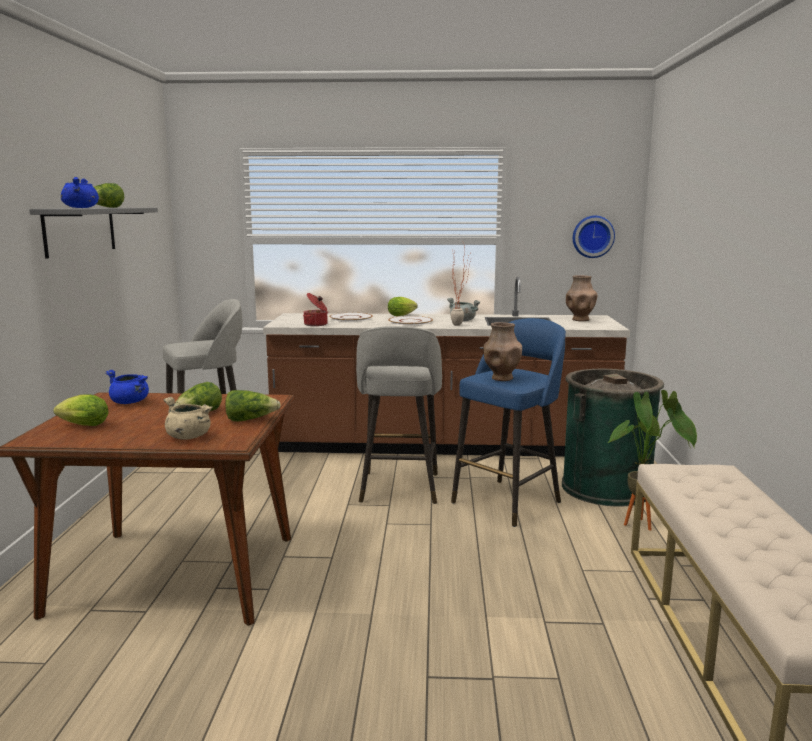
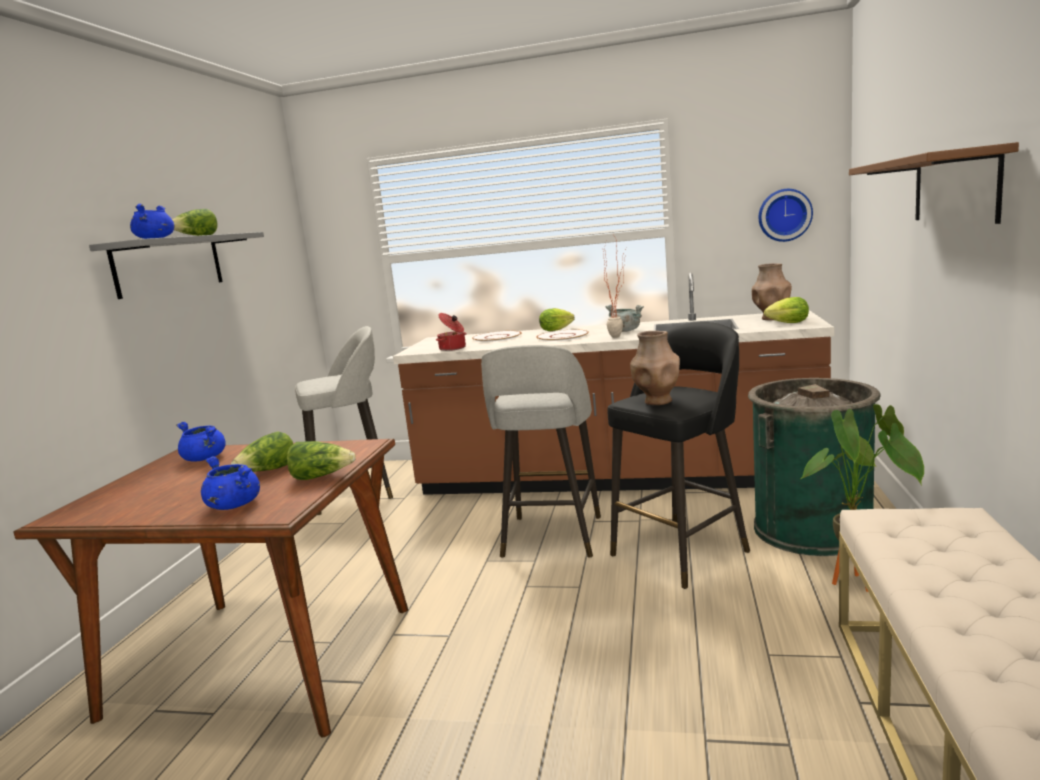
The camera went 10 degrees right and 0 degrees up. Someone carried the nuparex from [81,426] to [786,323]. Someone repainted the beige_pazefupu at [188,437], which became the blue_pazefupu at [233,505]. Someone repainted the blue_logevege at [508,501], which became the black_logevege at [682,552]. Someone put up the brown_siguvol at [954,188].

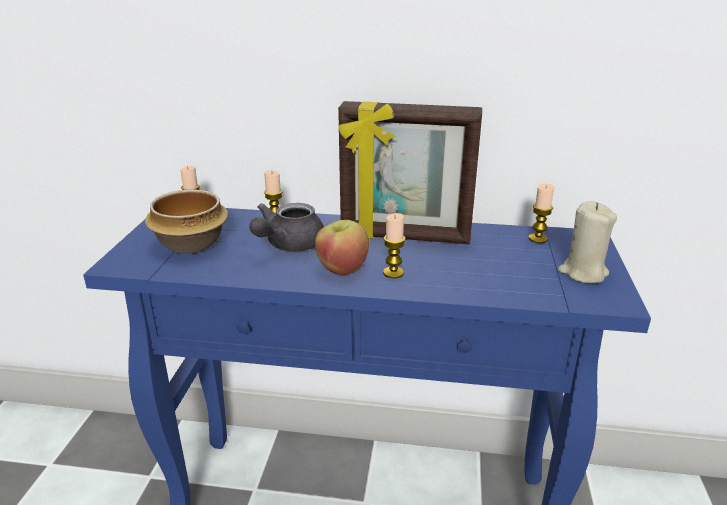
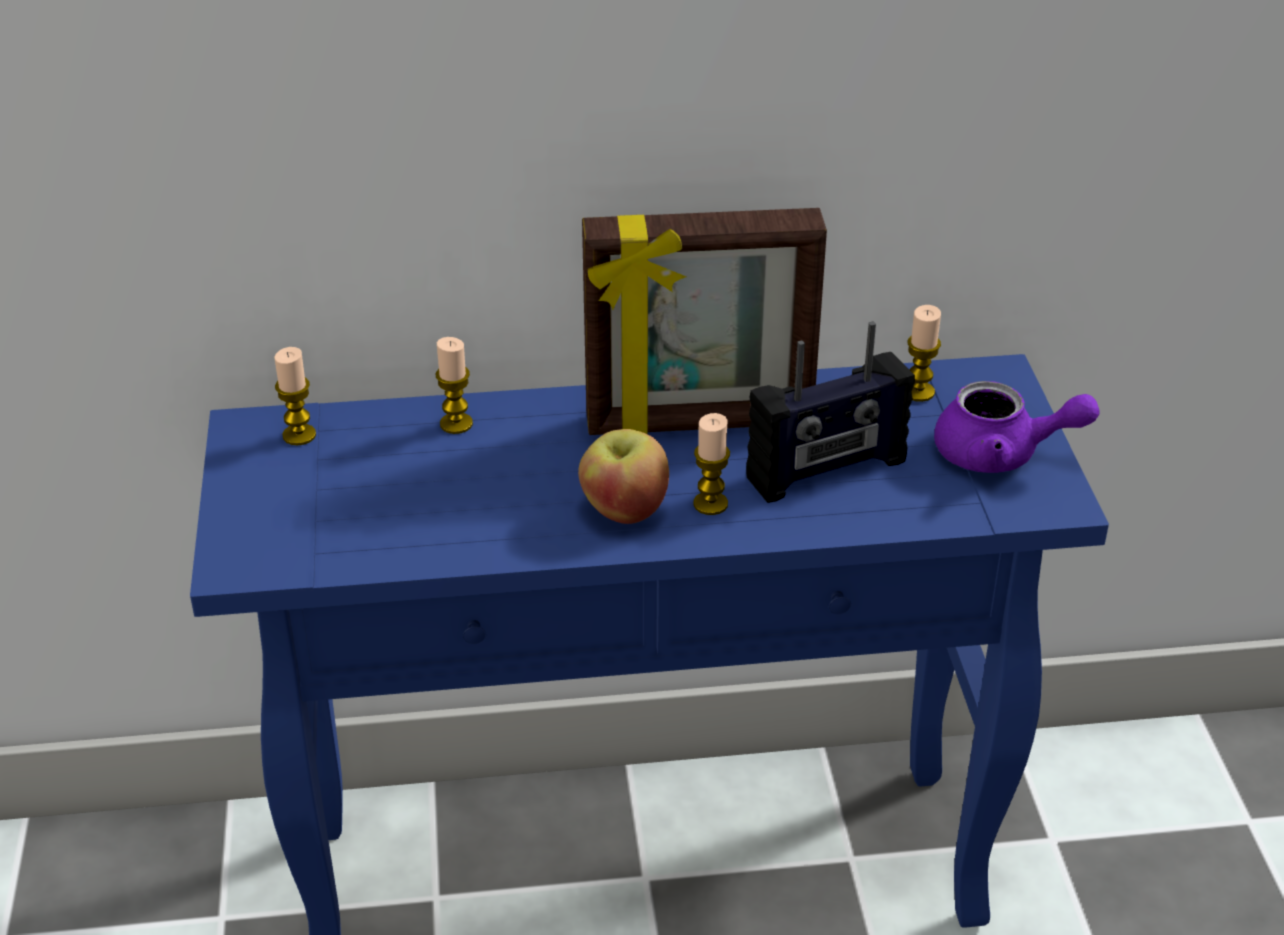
The camera went 15 degrees left and 10 degrees up. Someone took away the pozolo at [191,243]. Someone took away the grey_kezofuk at [288,245]. Someone swapped the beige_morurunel at [582,273] for the purple_kezofuk at [1001,454]. Someone put down the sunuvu at [827,471].

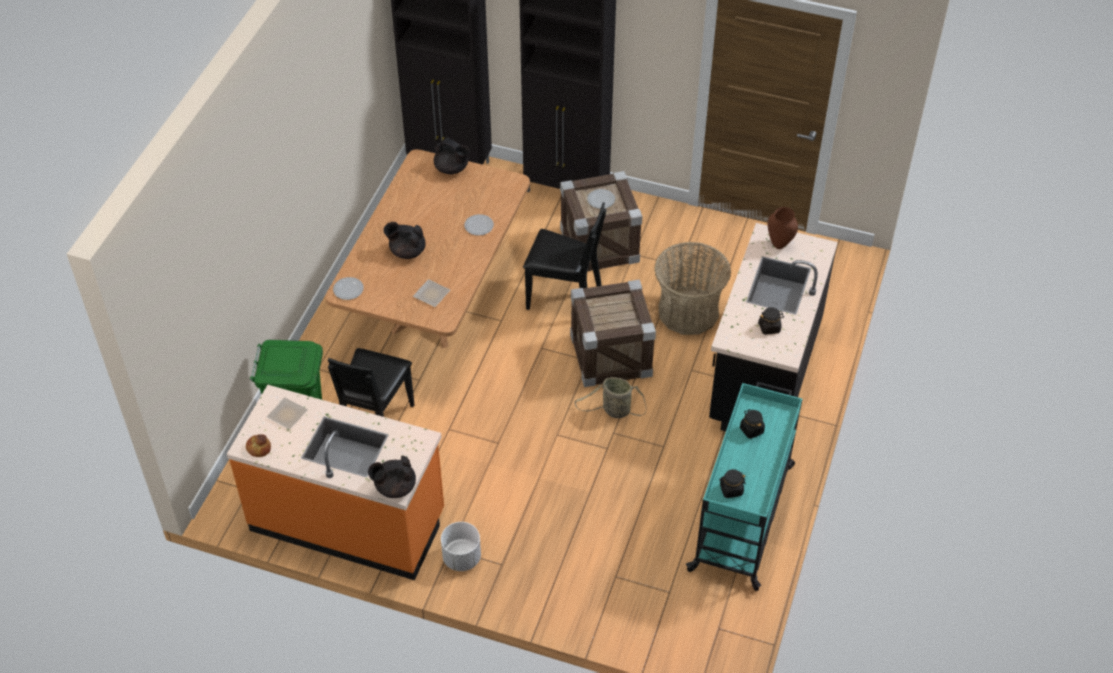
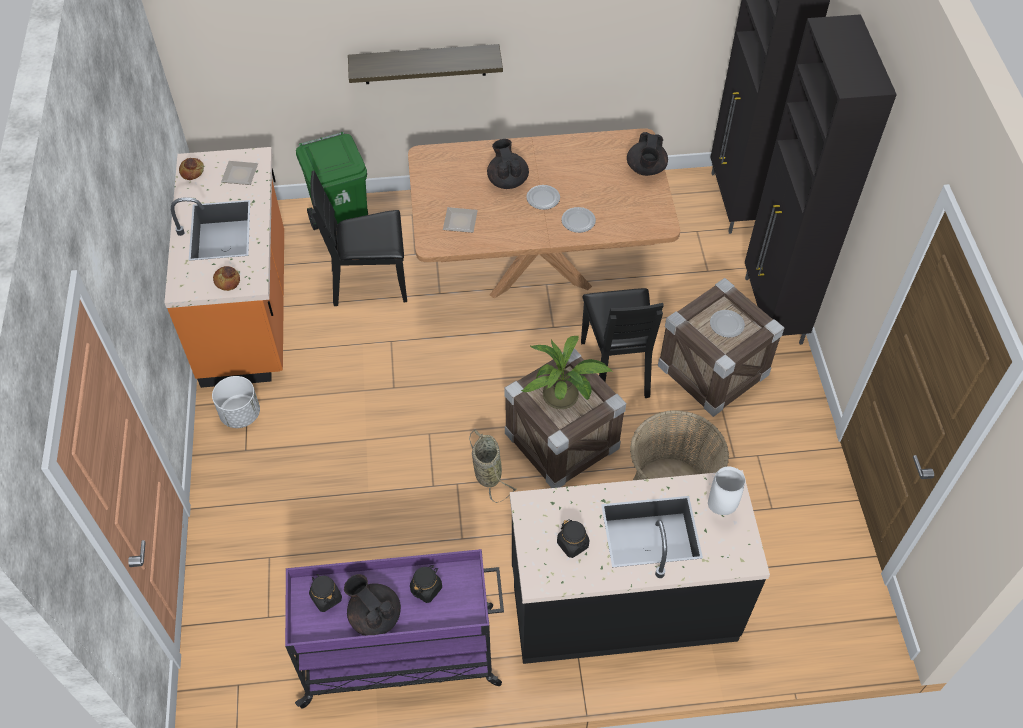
The camera went 65 degrees right and 5 degrees up. Someone carried the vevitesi from [348,290] to [542,198]. Someone carried the black_kezofuk from [394,487] to [374,616]. Someone repainted the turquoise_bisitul at [742,516], which became the purple_bisitul at [402,655]. Someone repainted the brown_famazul at [780,244], which became the white_famazul at [721,509]. Someone put down the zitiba at [227,281]. Someone put up the siguvol at [424,64]. Someone put down the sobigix at [565,398].

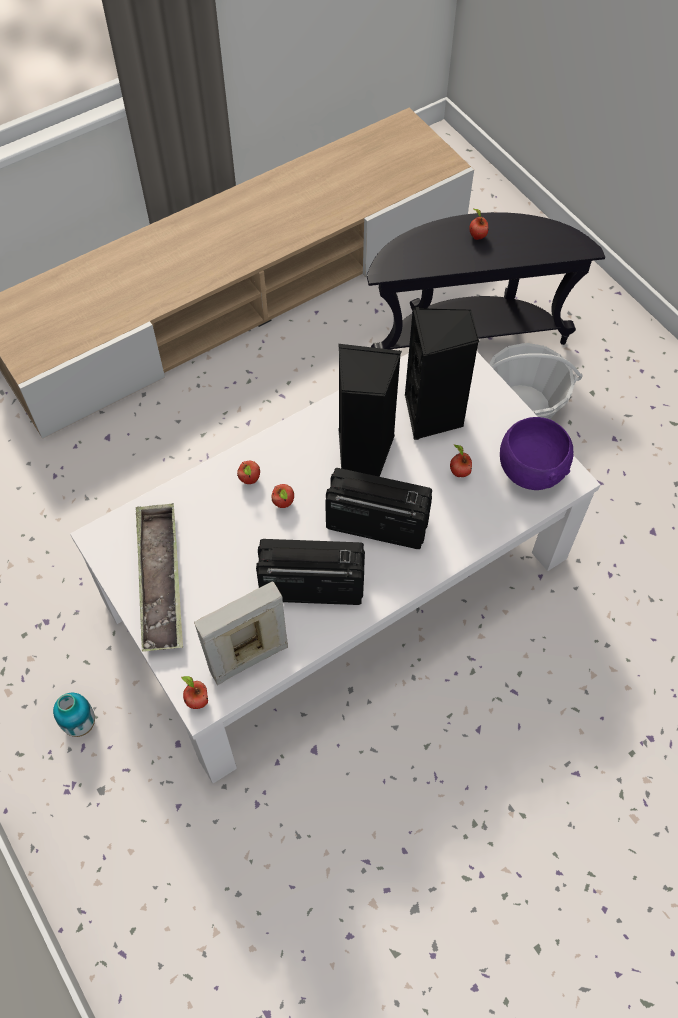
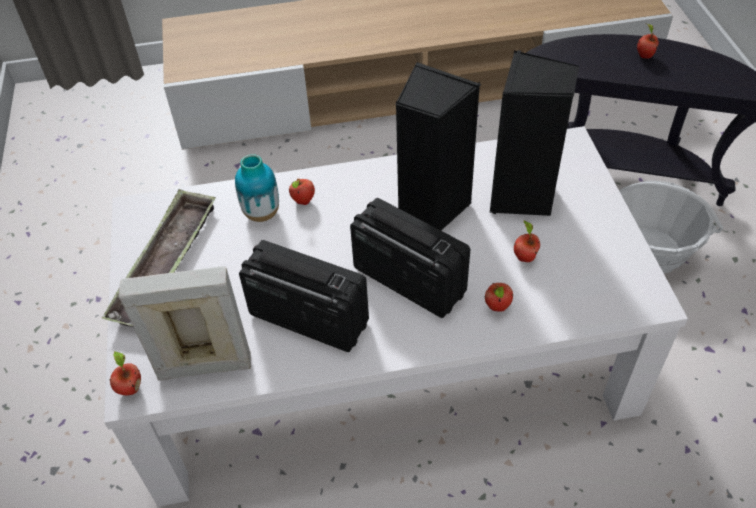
The camera went 25 degrees right and 10 degrees down. Someone carried the famazul from [80,724] to [262,213]. Someone carried the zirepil from [284,504] to [498,307]. Someone took away the purple_pozolo at [530,469].

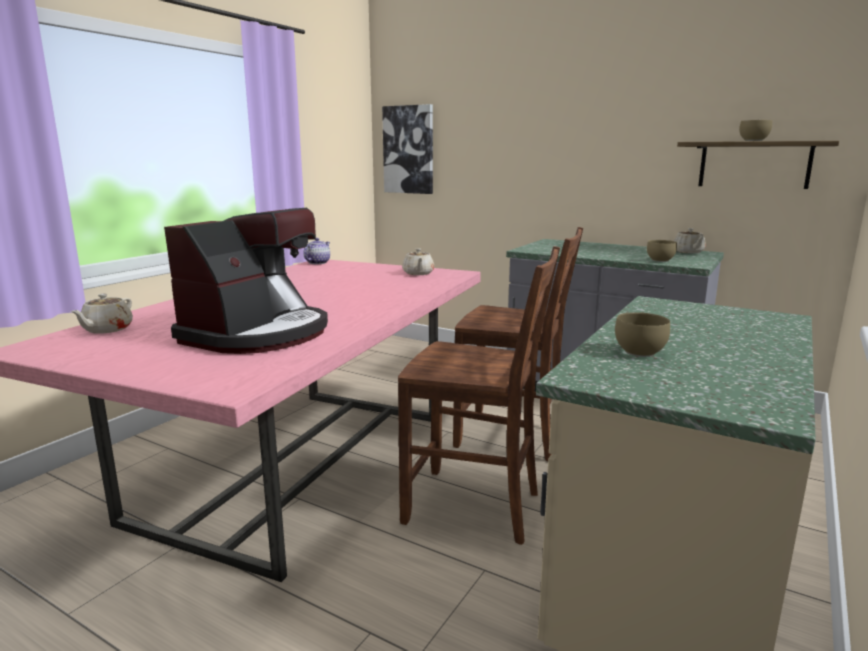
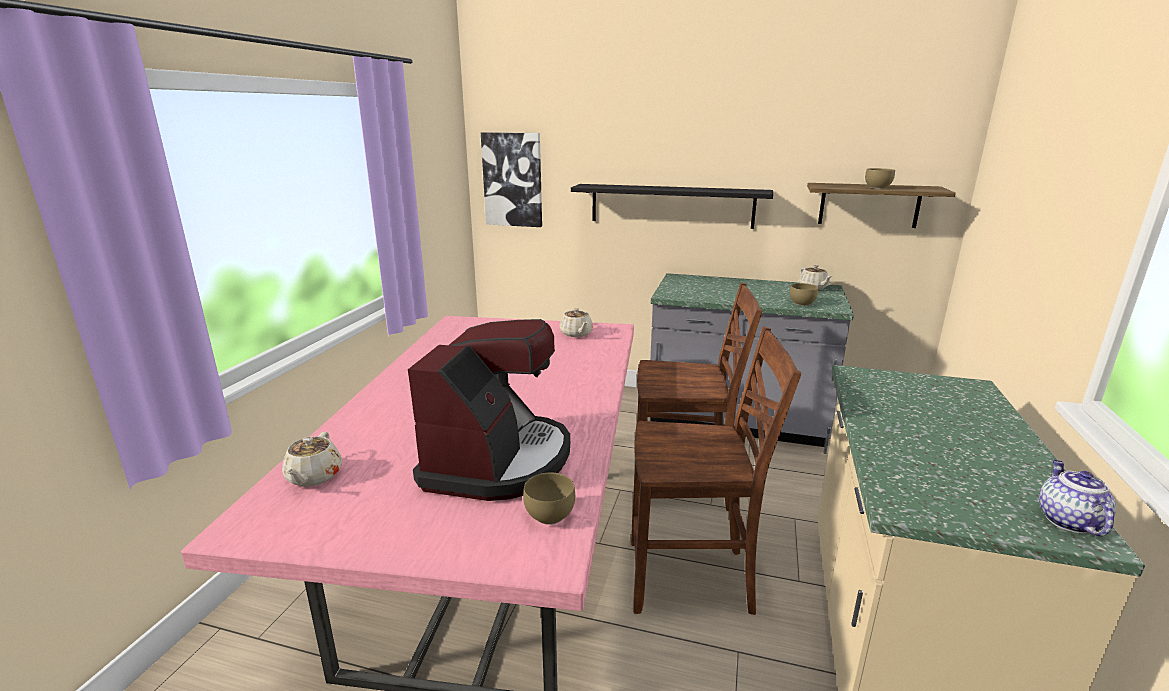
The camera went 15 degrees left and 5 degrees up. Someone carried the kezofuk from [318,262] to [1067,520]. Someone carried the brown_pozolo from [638,353] to [548,516]. Someone put up the black_siguvol at [671,205].

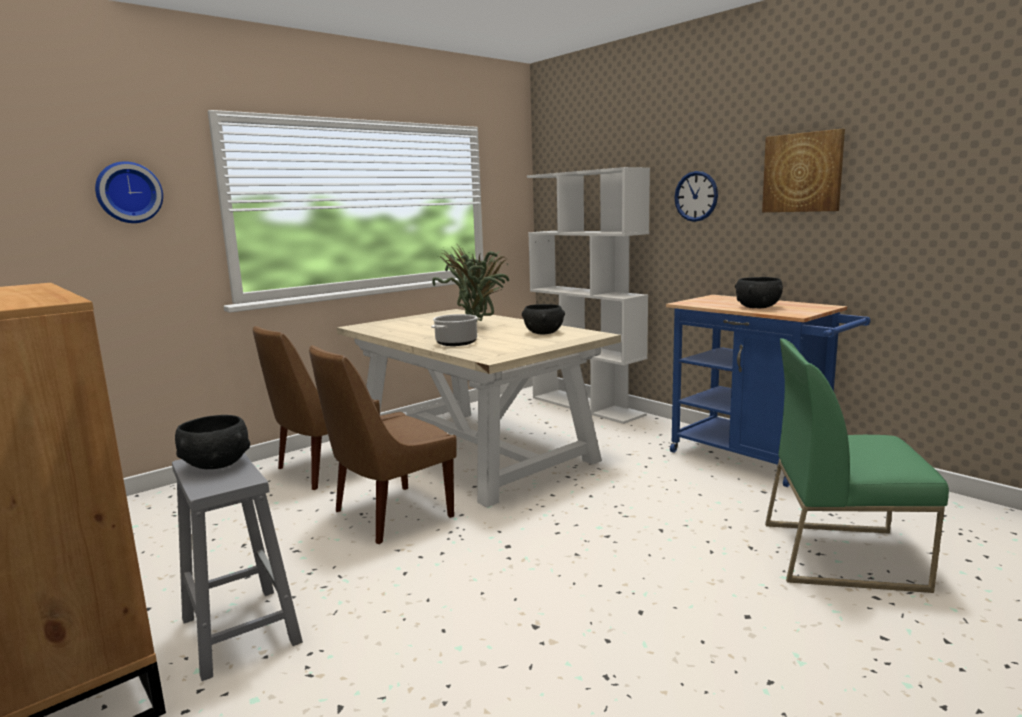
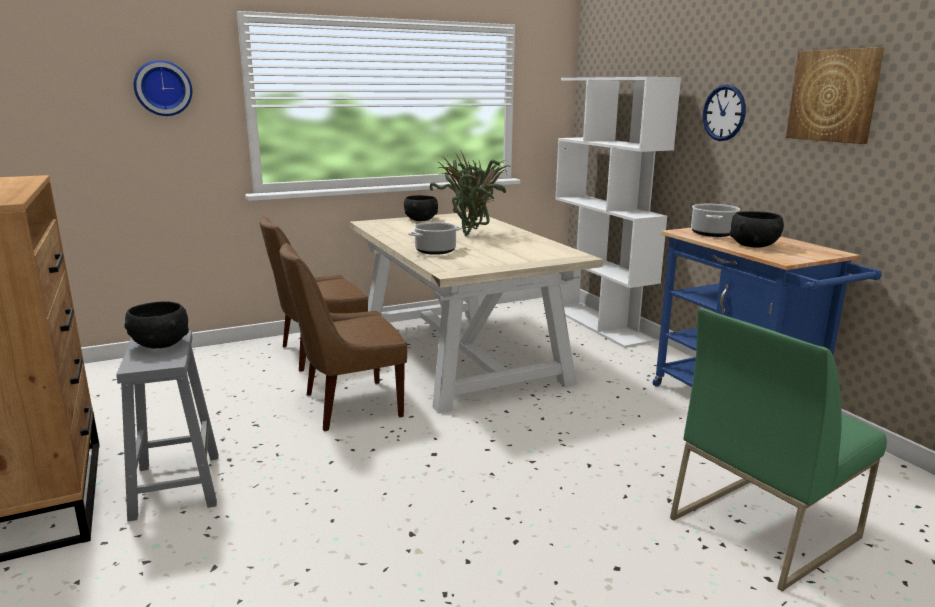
The camera went 15 degrees right and 5 degrees up. Someone carried the black_pozolo from [543,332] to [421,219]. Someone rotated the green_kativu at [842,554] by 60 degrees counterclockwise. Someone put down the pazefupu at [712,233].

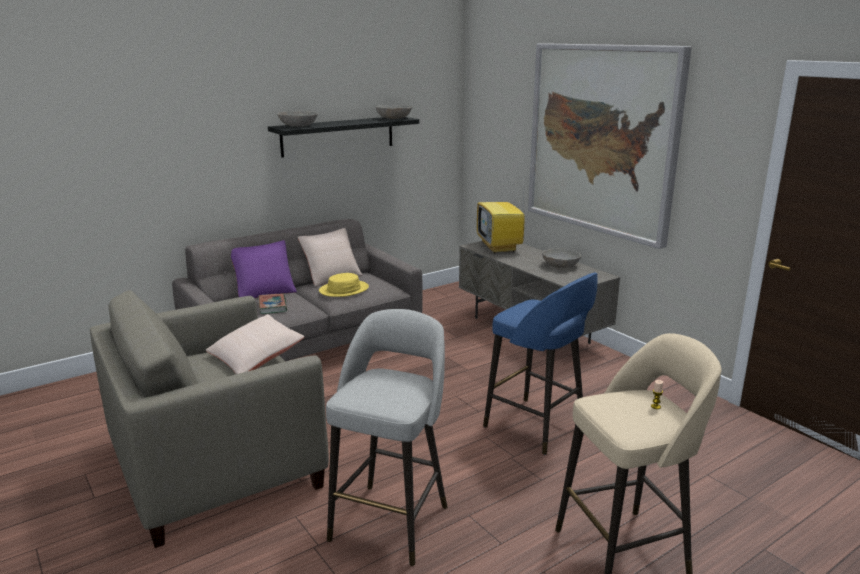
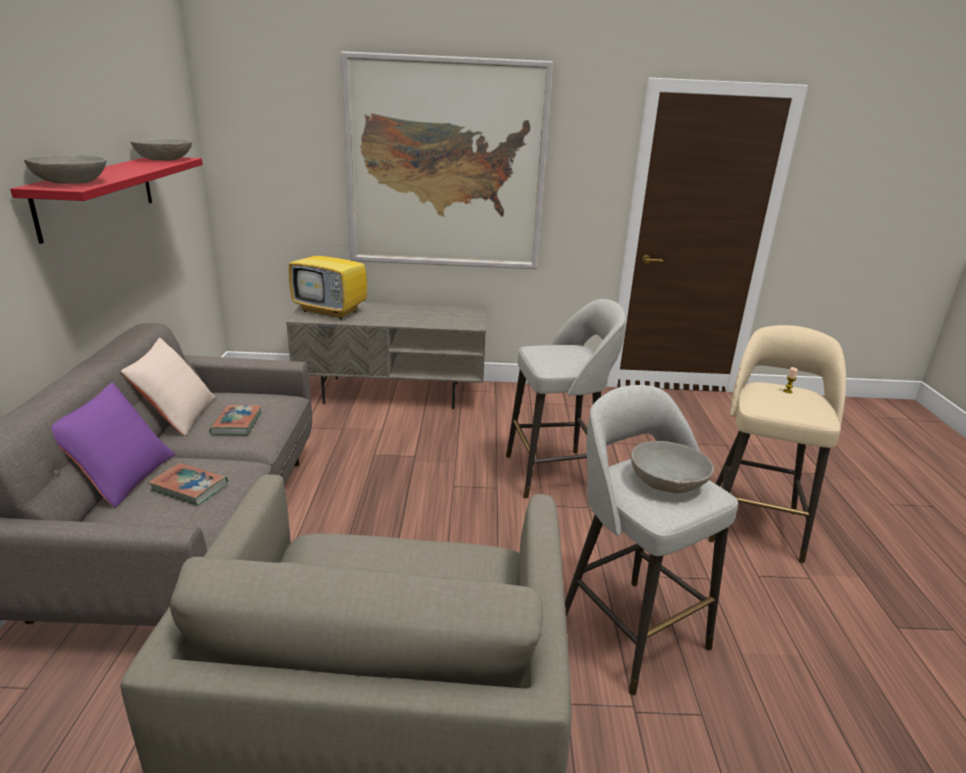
The camera went 55 degrees left and 5 degrees up. Someone took away the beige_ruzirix at [255,357]. Someone repainted the black_siguvol at [338,136], which became the red_siguvol at [97,195]. Someone swapped the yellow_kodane at [344,290] for the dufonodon at [237,423]. Someone repainted the blue_logevege at [537,427], which became the grey_logevege at [555,473]. Someone carried the grey_pozolo from [561,265] to [668,482].

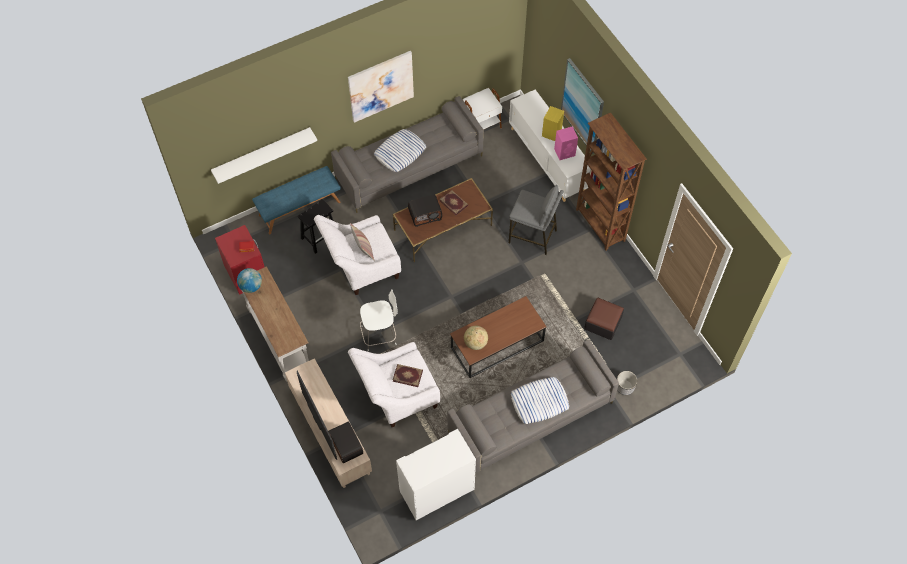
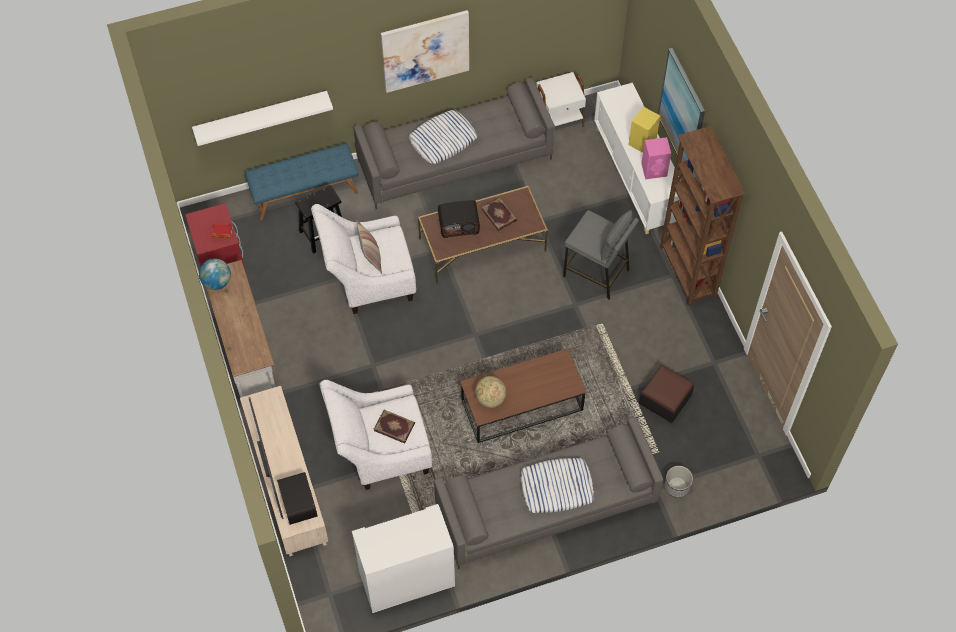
The camera went 10 degrees right and 0 degrees up. Someone took away the white_logevege at [380,335].

